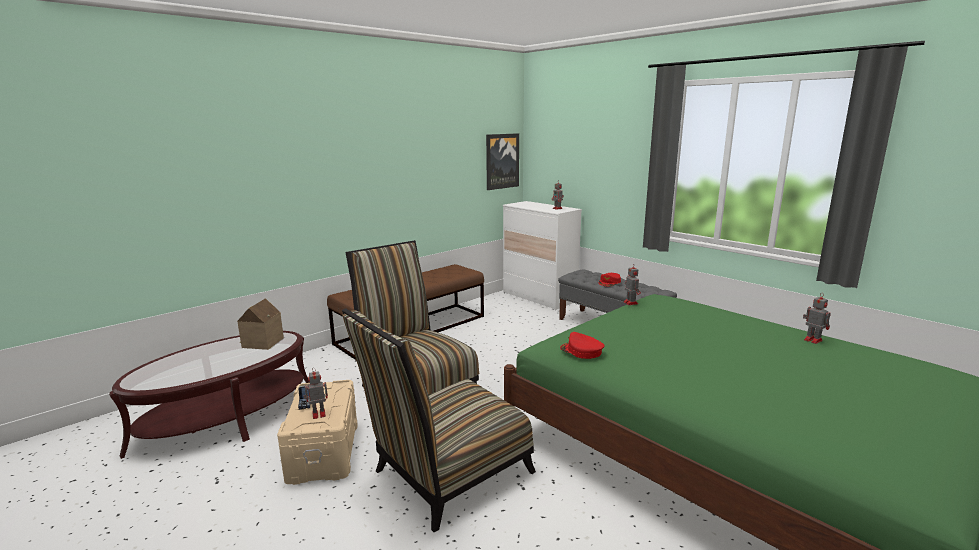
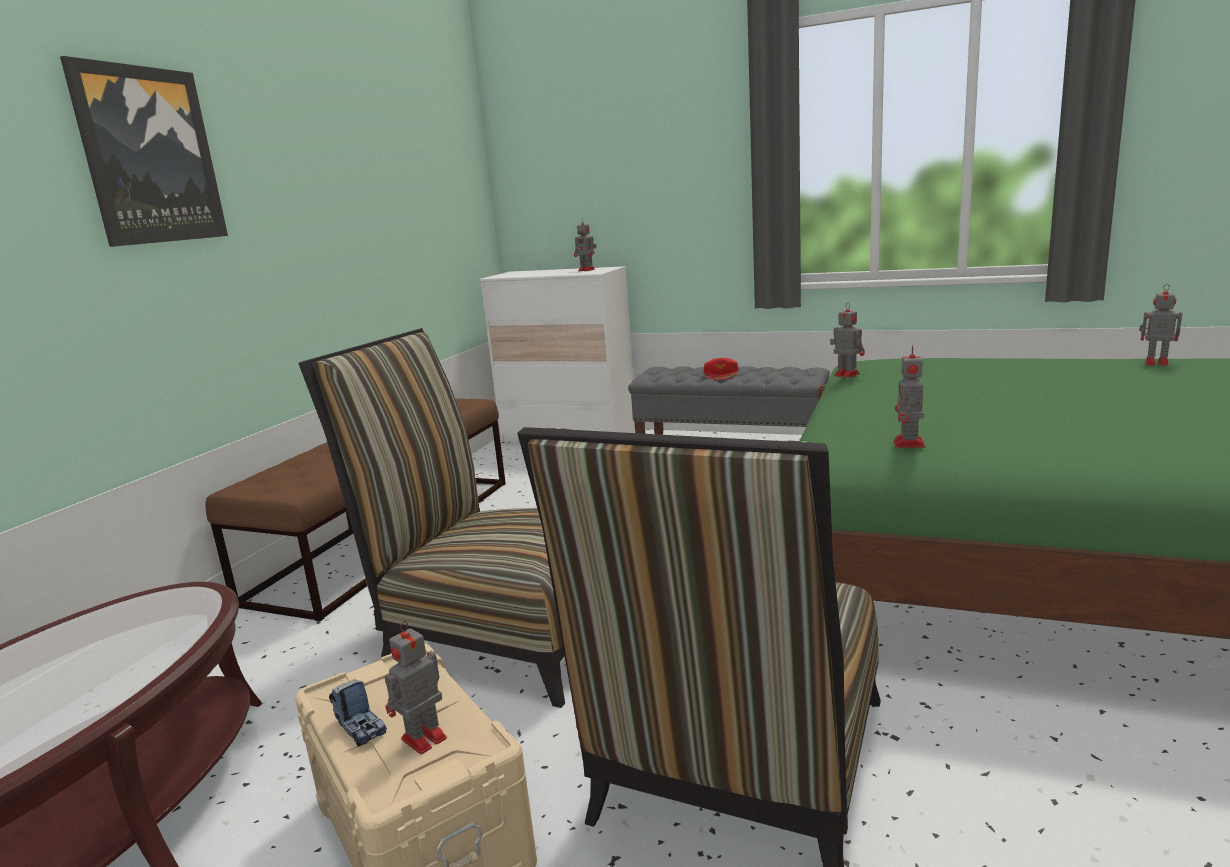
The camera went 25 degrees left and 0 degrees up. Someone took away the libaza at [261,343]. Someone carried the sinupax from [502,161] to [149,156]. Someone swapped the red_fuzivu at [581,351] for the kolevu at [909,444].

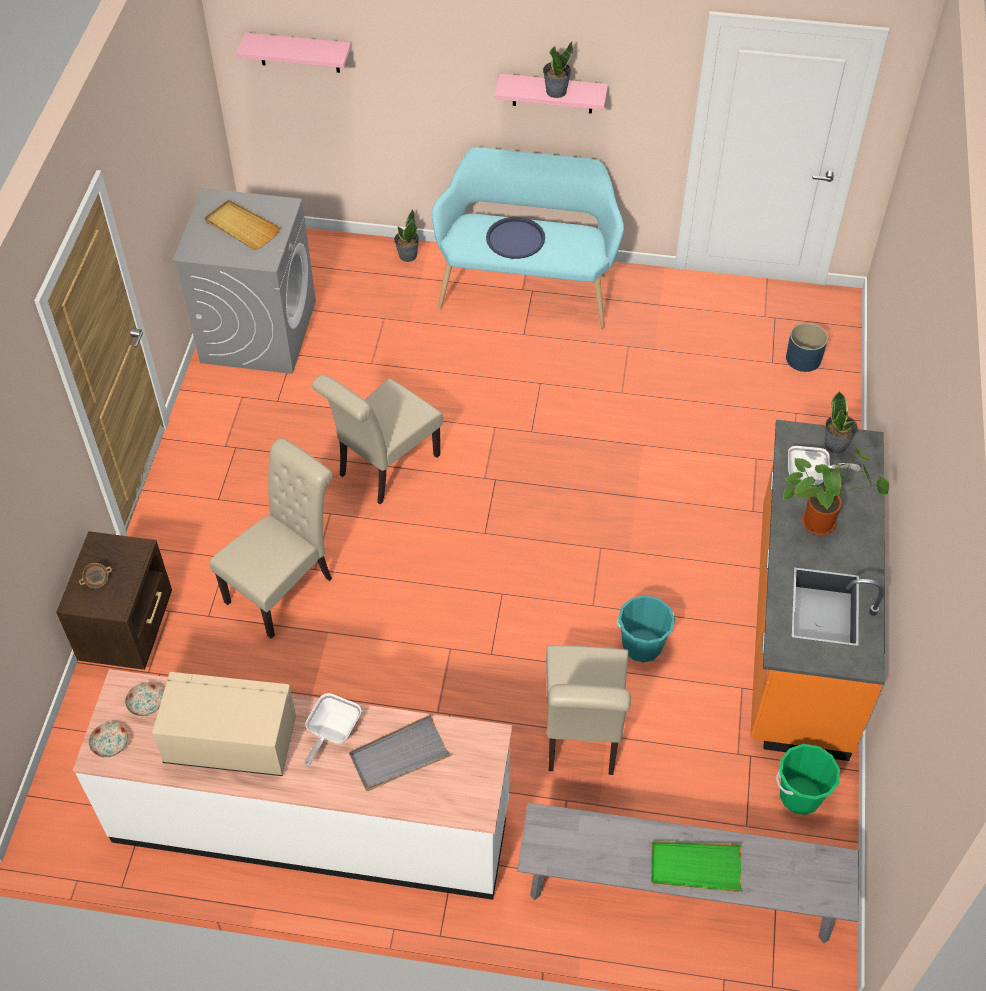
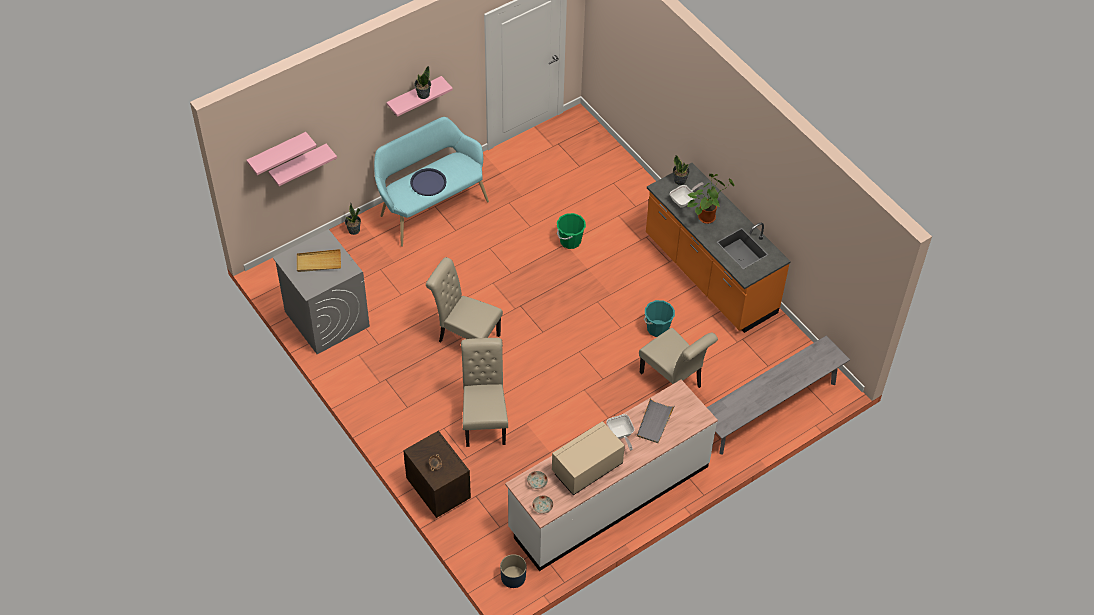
The camera went 45 degrees left and 0 degrees up. Someone rotated the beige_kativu at [384,468] by 120 degrees clockwise. Someone took away the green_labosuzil at [695,868]. Someone carried the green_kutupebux from [800,795] to [570,241]. Someone carried the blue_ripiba from [803,359] to [513,577]. Someone put up the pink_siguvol at [298,164].

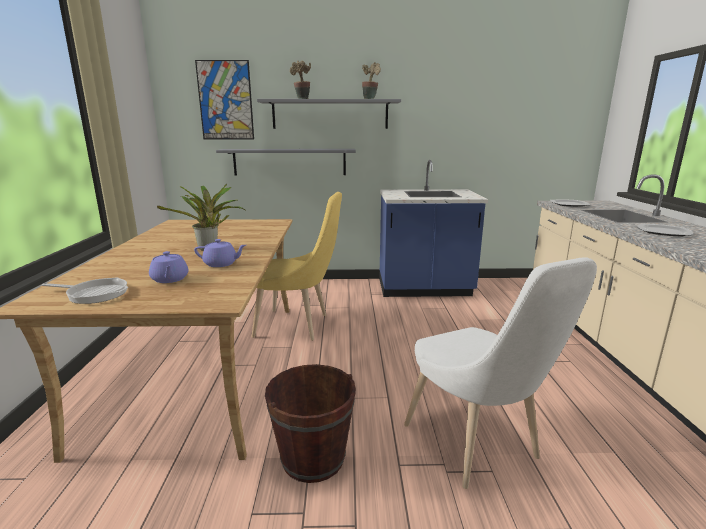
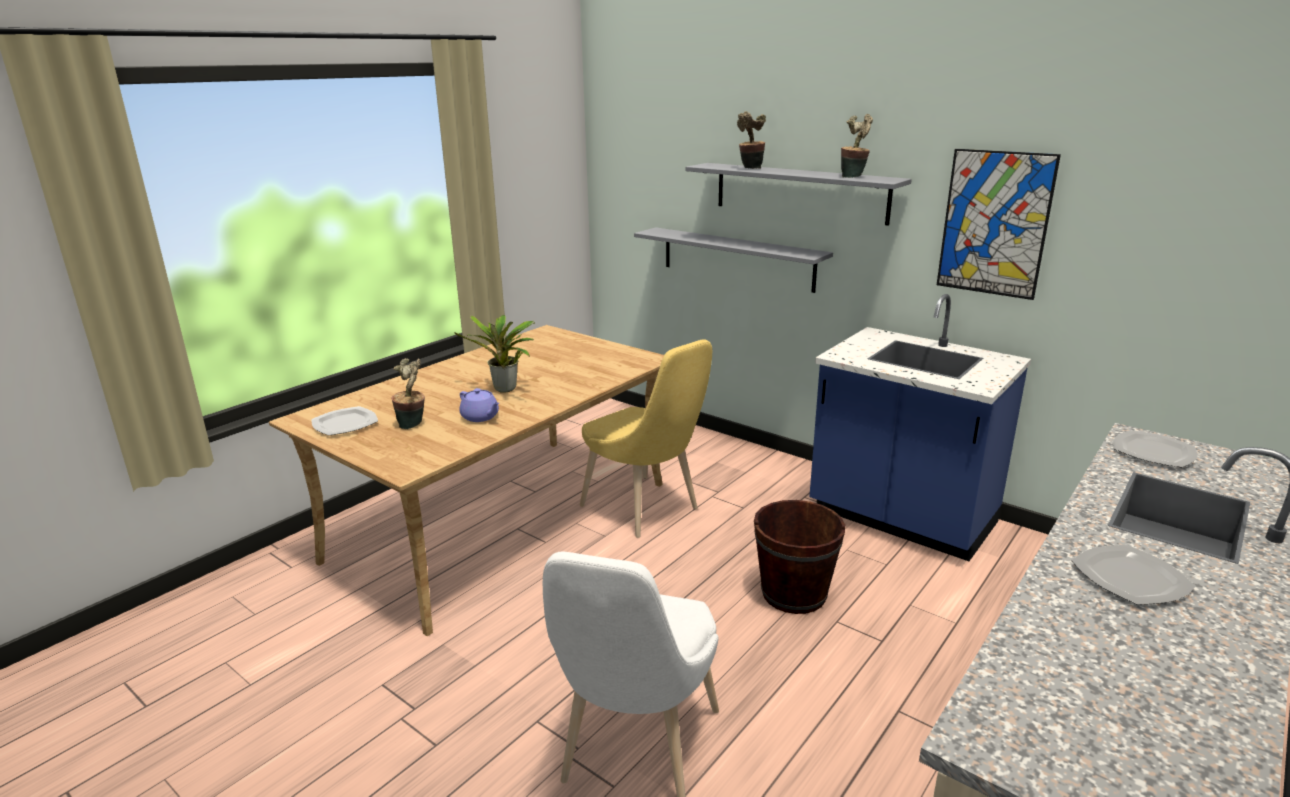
The camera went 40 degrees right and 5 degrees up. Someone swapped the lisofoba at [95,294] for the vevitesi at [345,423]. Someone swapped the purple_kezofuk at [170,279] for the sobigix at [413,424]. Someone carried the sinupax from [225,100] to [994,224]. Someone carried the brown_kutupebux from [313,458] to [793,593].

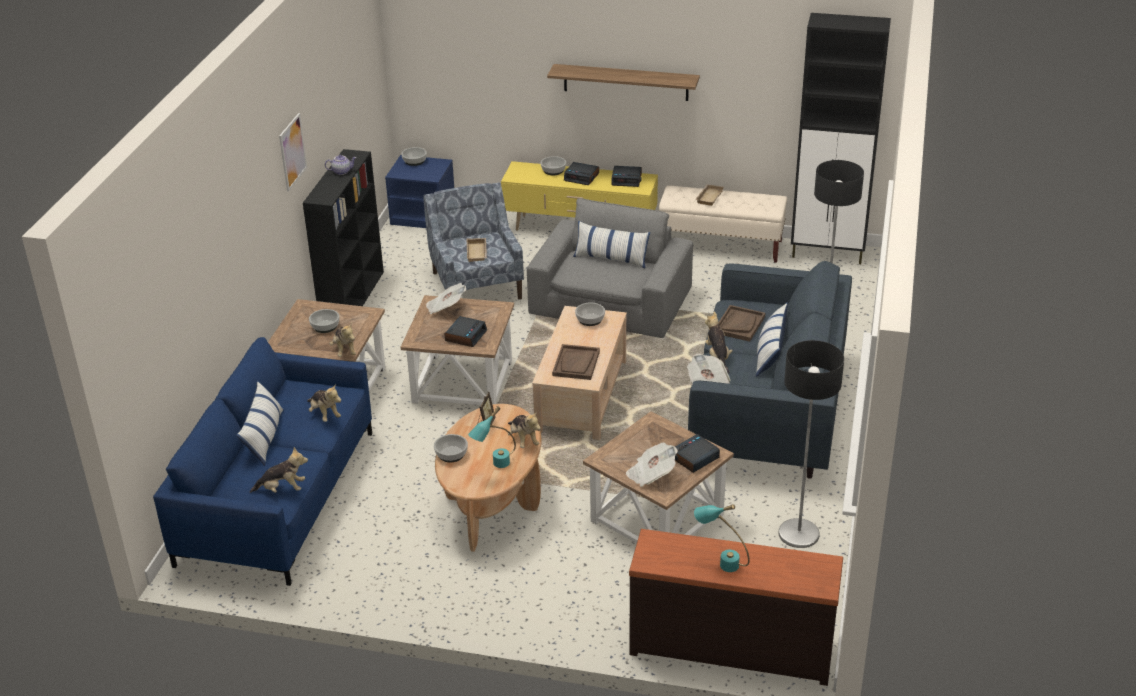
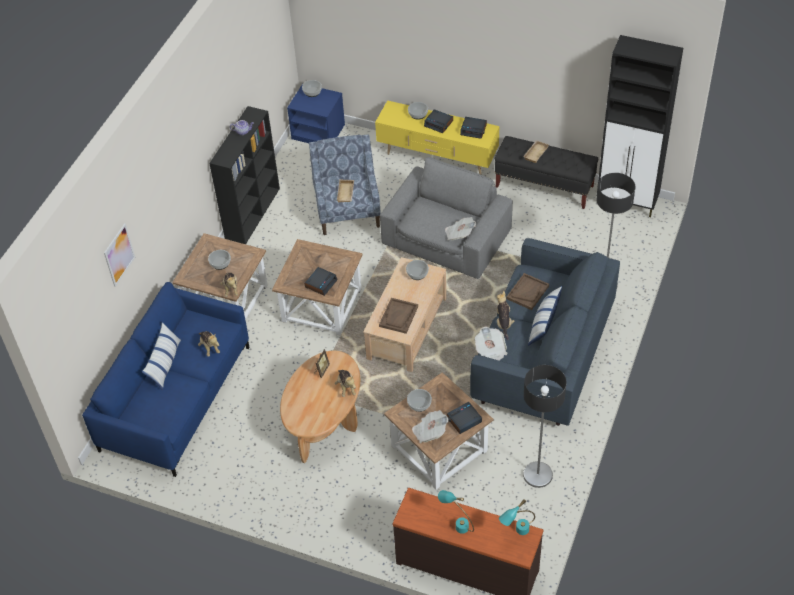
The camera went 10 degrees right and 15 degrees up. Someone took away the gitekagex at [282,489]. Someone carried the sinupax from [292,152] to [119,255]. Someone carried the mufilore from [445,308] to [459,234]. Someone carried the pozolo from [451,454] to [419,404]. Someone carried the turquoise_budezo from [494,466] to [517,532]. Someone took away the siguvol at [625,82]. Someone took away the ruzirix at [611,258]. Someone repainted the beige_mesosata at [721,246], which became the black_mesosata at [544,187].

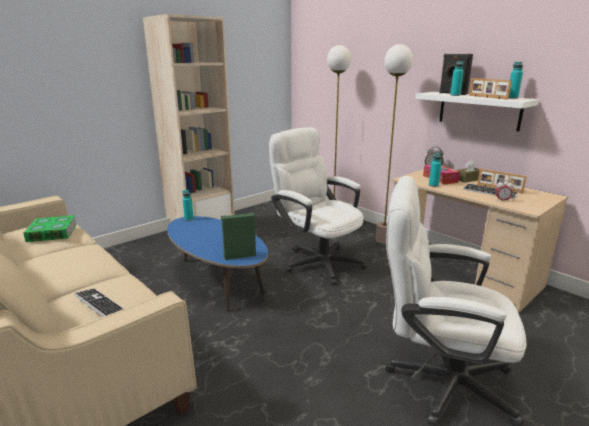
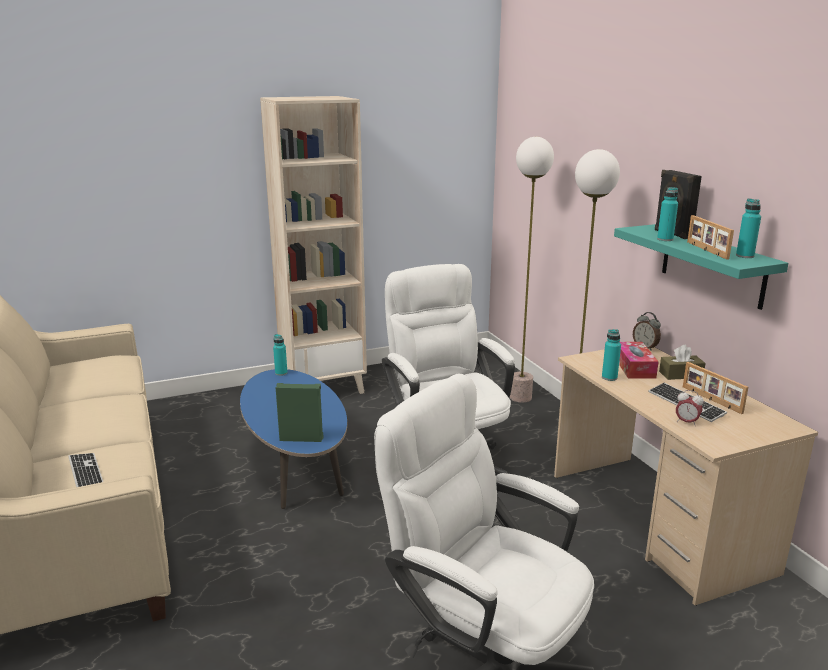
The camera went 20 degrees right and 0 degrees up. Someone took away the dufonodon at [52,233]. Someone repainted the white_siguvol at [479,110], which became the turquoise_siguvol at [712,265].

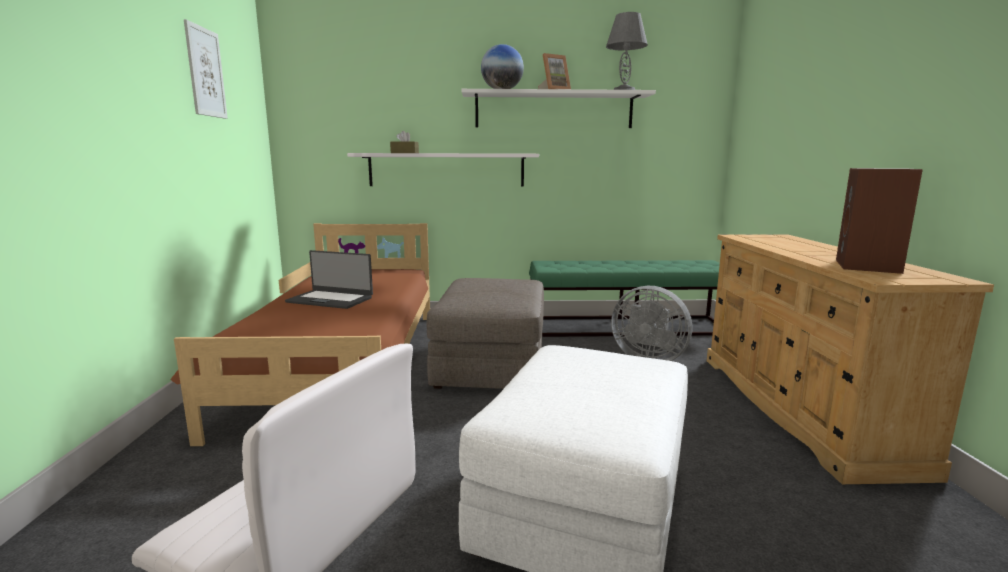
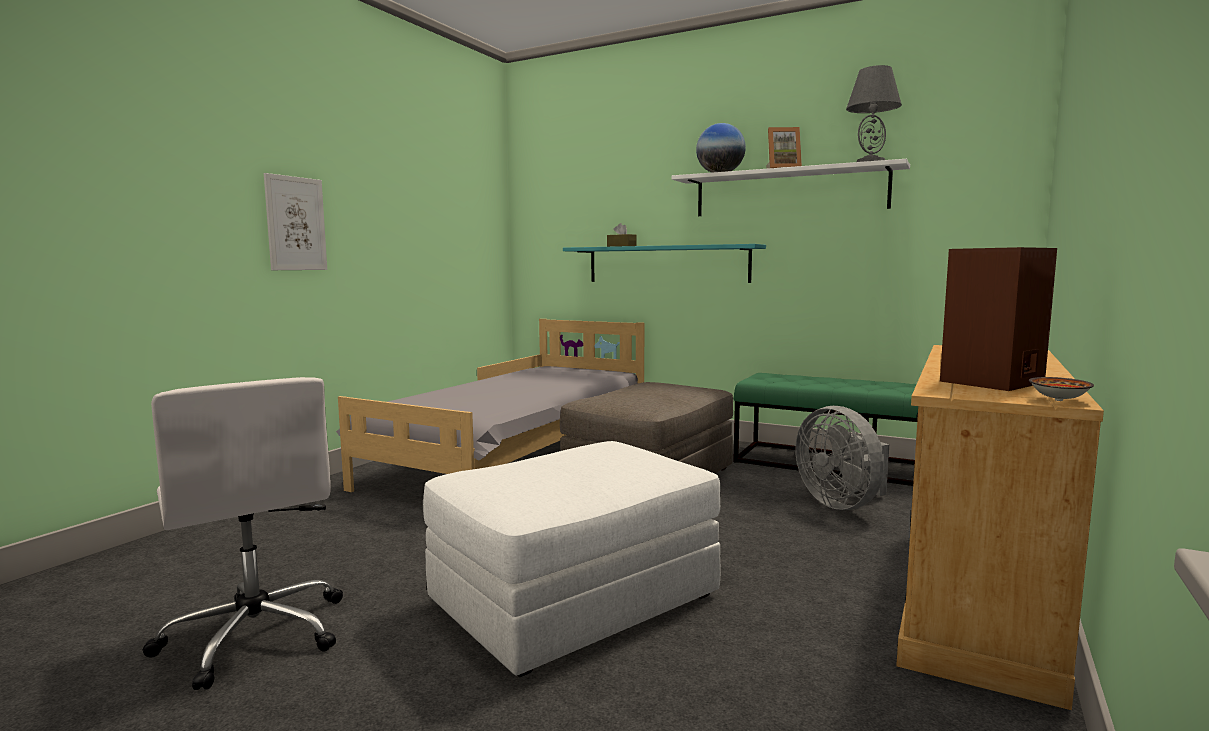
The camera went 30 degrees right and 5 degrees down. Someone repainted the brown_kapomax at [346,365], which became the grey_kapomax at [516,456]. Someone carried the sinupax from [205,72] to [296,223]. Someone took away the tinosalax at [330,299]. Someone repainted the white_siguvol at [446,170], which became the turquoise_siguvol at [667,264]. Someone put down the pozolo at [1057,400].

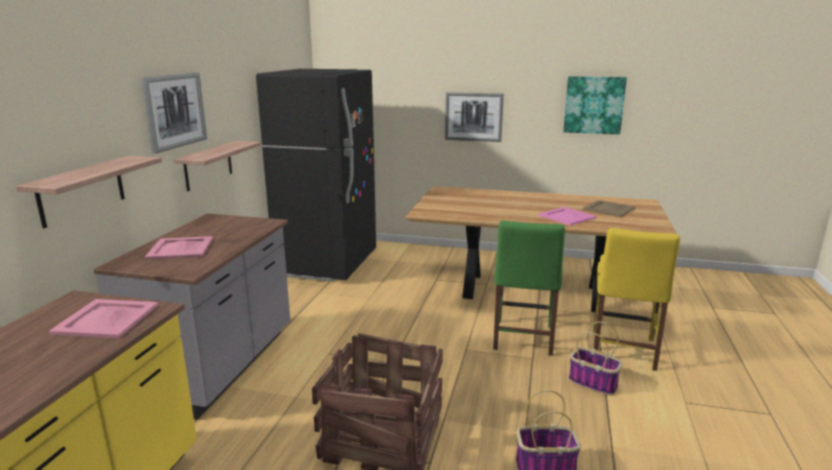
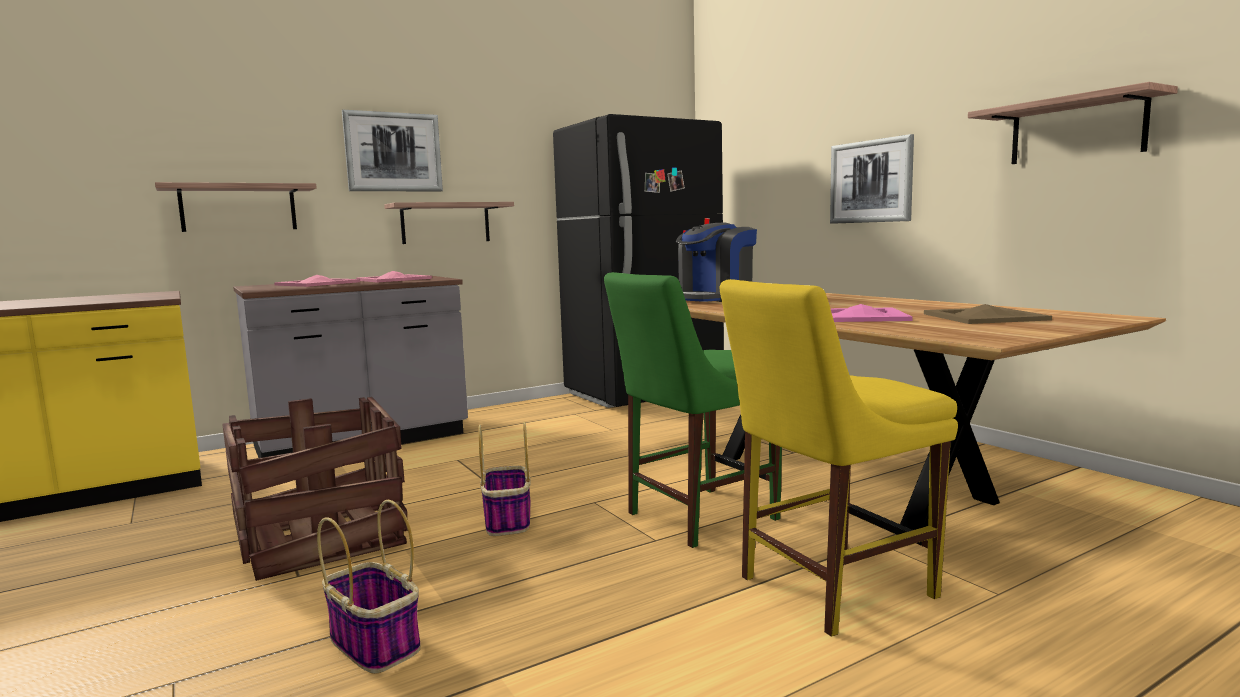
The camera went 45 degrees right and 10 degrees down. Someone carried the pink_labosuzil from [107,319] to [393,279]. Someone swapped the sinupax at [594,105] for the siguvol at [1076,130]. Someone carried the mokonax from [594,383] to [508,521]. Someone put down the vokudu at [714,299].

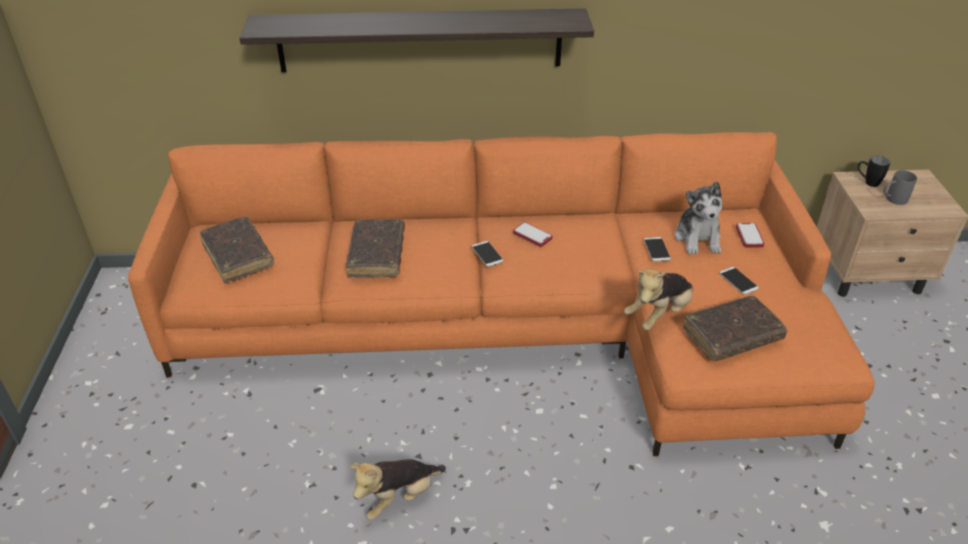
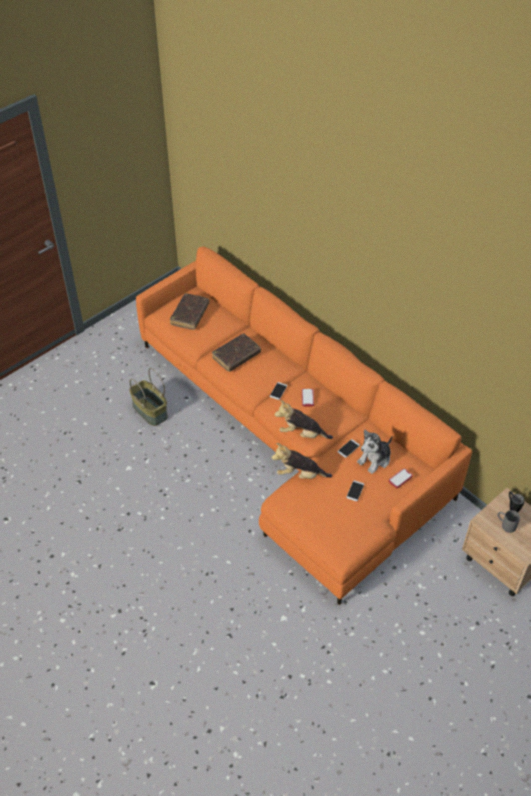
The camera went 50 degrees right and 10 degrees up. Someone took away the siguvol at [420,40]. Someone carried the gitekagex from [398,498] to [302,433]. Someone took away the brown_dufonodon at [732,336]. Someone put down the mokonax at [149,411].

